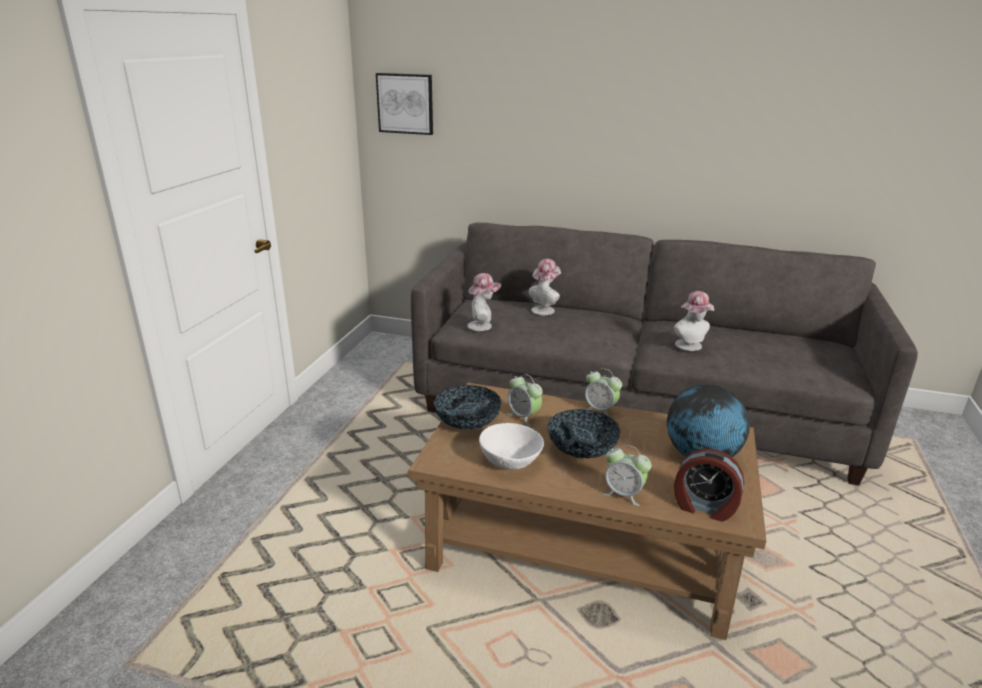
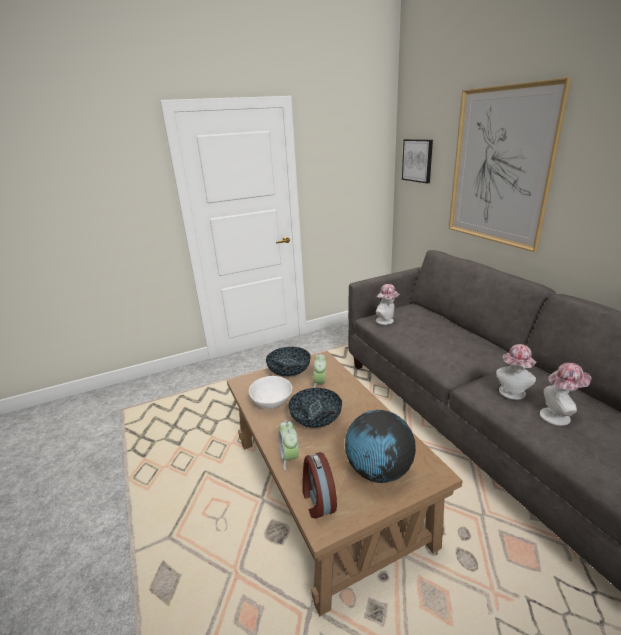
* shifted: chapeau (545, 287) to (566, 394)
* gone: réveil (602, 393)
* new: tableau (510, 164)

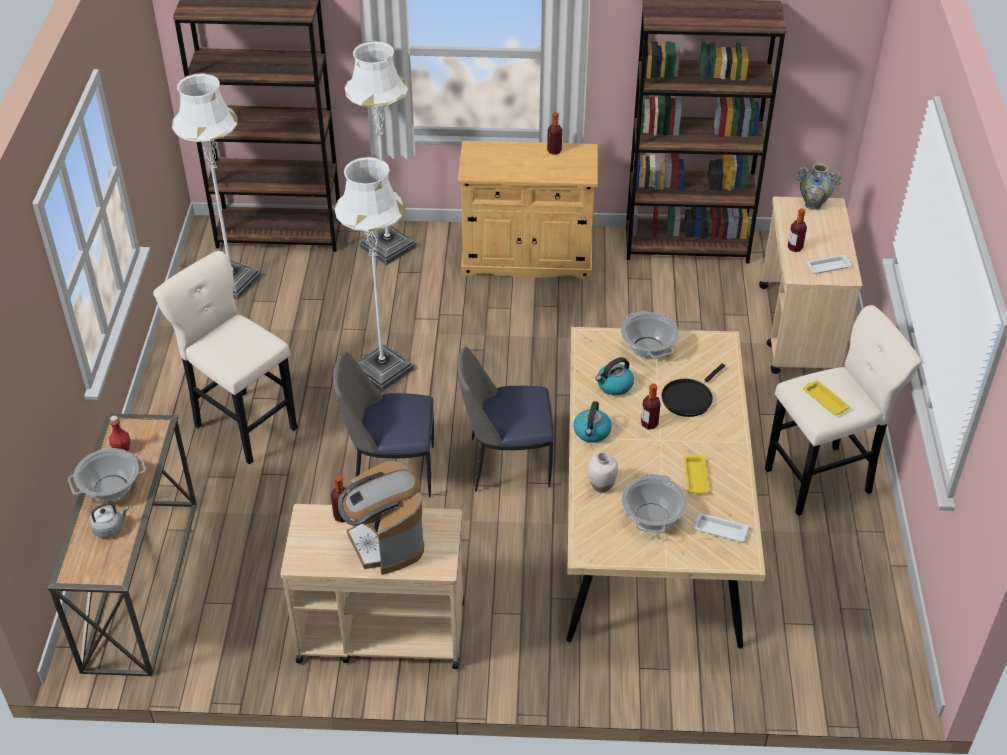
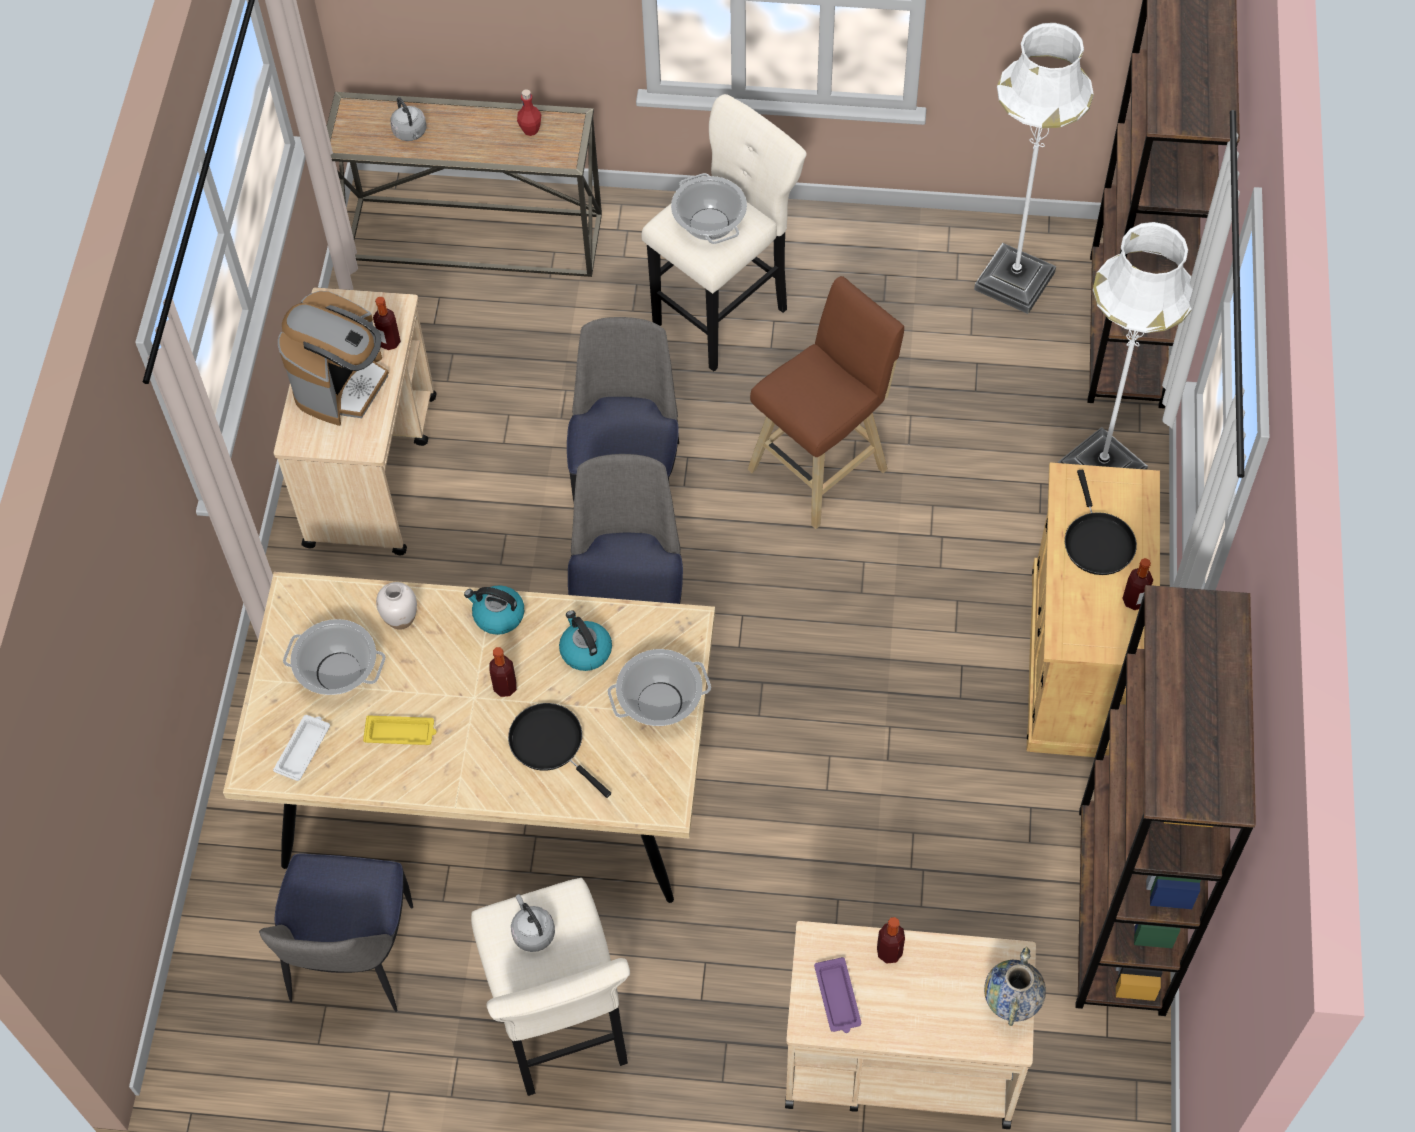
* shifted: marmite (107, 474) to (709, 208)
* swapped: lampadaire (blanc) (374, 274) to tabouret (marron) (825, 402)
* rotated: machine à café (381, 518) = (333, 358) 135 degrees clockwise
* swapped: plateau (jaune) (826, 398) to bouilloire (gris) (533, 923)
* repainted: plateau (blanc) (829, 264) to plateau (violet) (837, 995)
* new: chaise (336, 932)
* new: poêle (noir) (1101, 522)

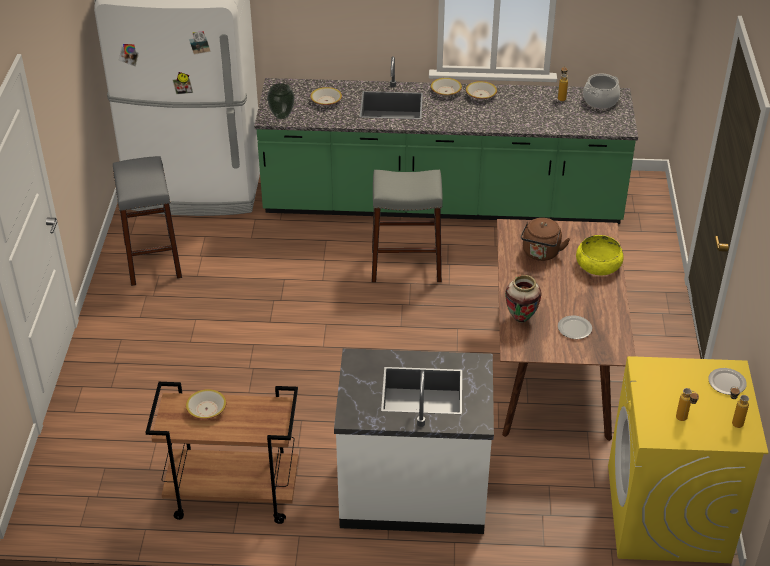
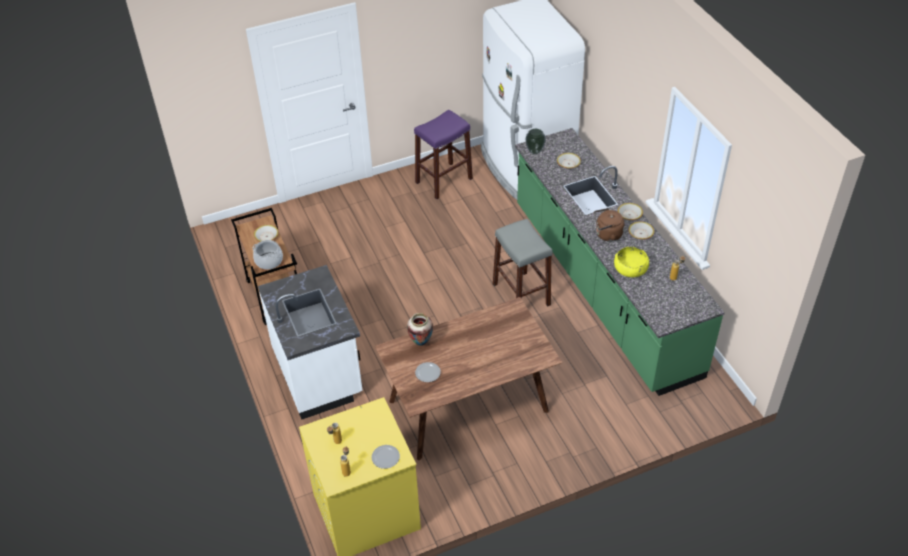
* repainted: tabouret (gris) (147, 221) to tabouret (violet) (443, 154)
* shifted: bouilloire (marron) (545, 239) to (609, 225)
* shifted: bol (jaune) (600, 255) to (631, 262)
* shifted: marmite (601, 91) to (267, 255)

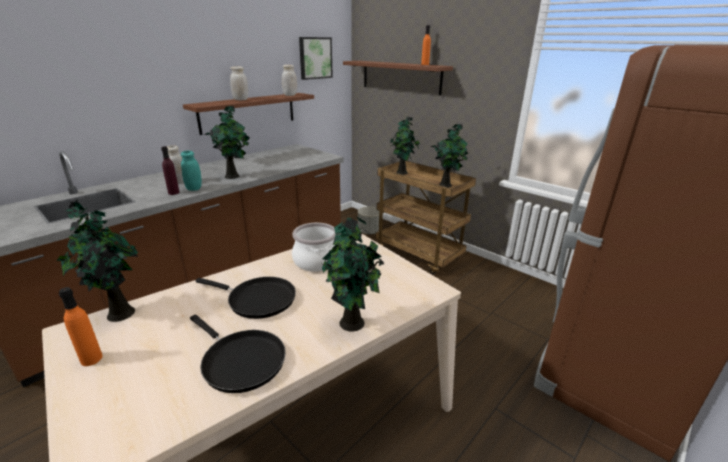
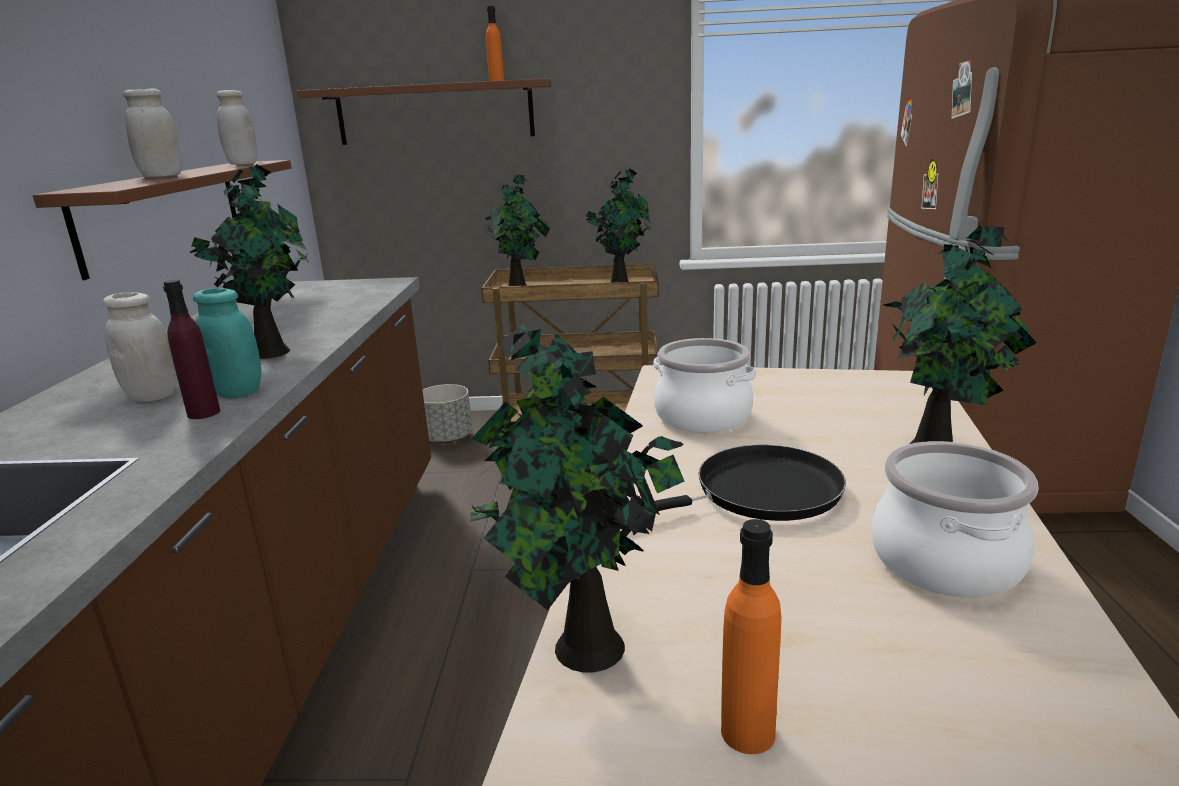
* swapped: poêle (noir) (238, 354) to marmite (955, 519)
* gone: tableau (316, 58)

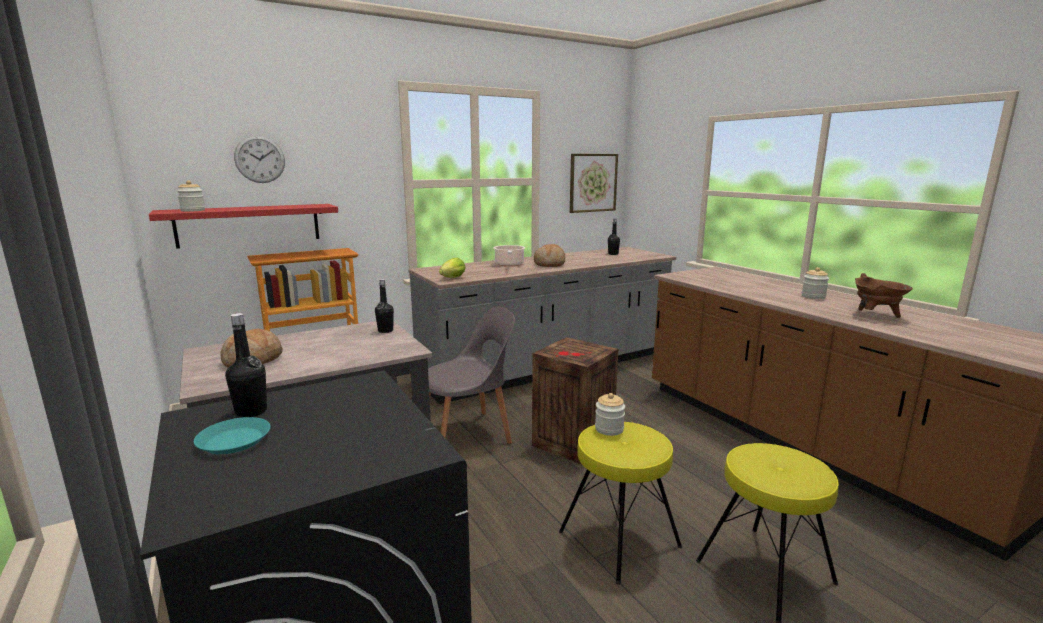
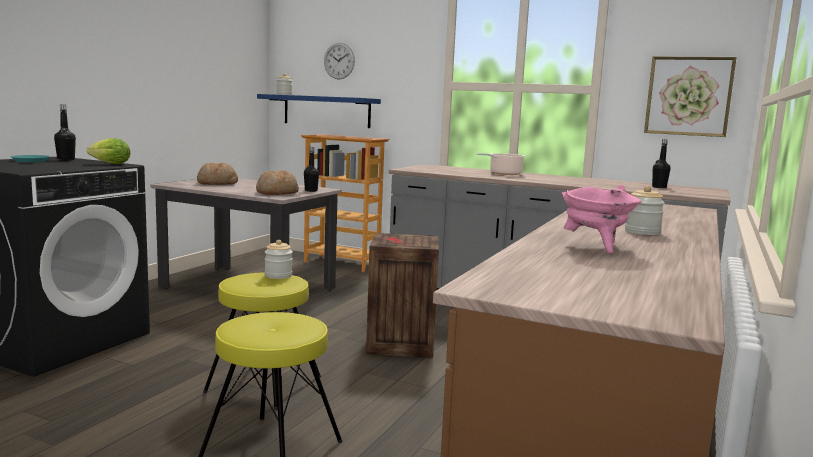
* repainted: étagère (rouge) (243, 226) to étagère (bleu) (319, 111)
* gone: chaise (gris) (471, 375)
* shifted: laitue (452, 268) to (109, 151)
* shifted: pain (549, 255) to (277, 182)
* repainted: marmite (marron) (884, 295) to marmite (rose) (601, 219)

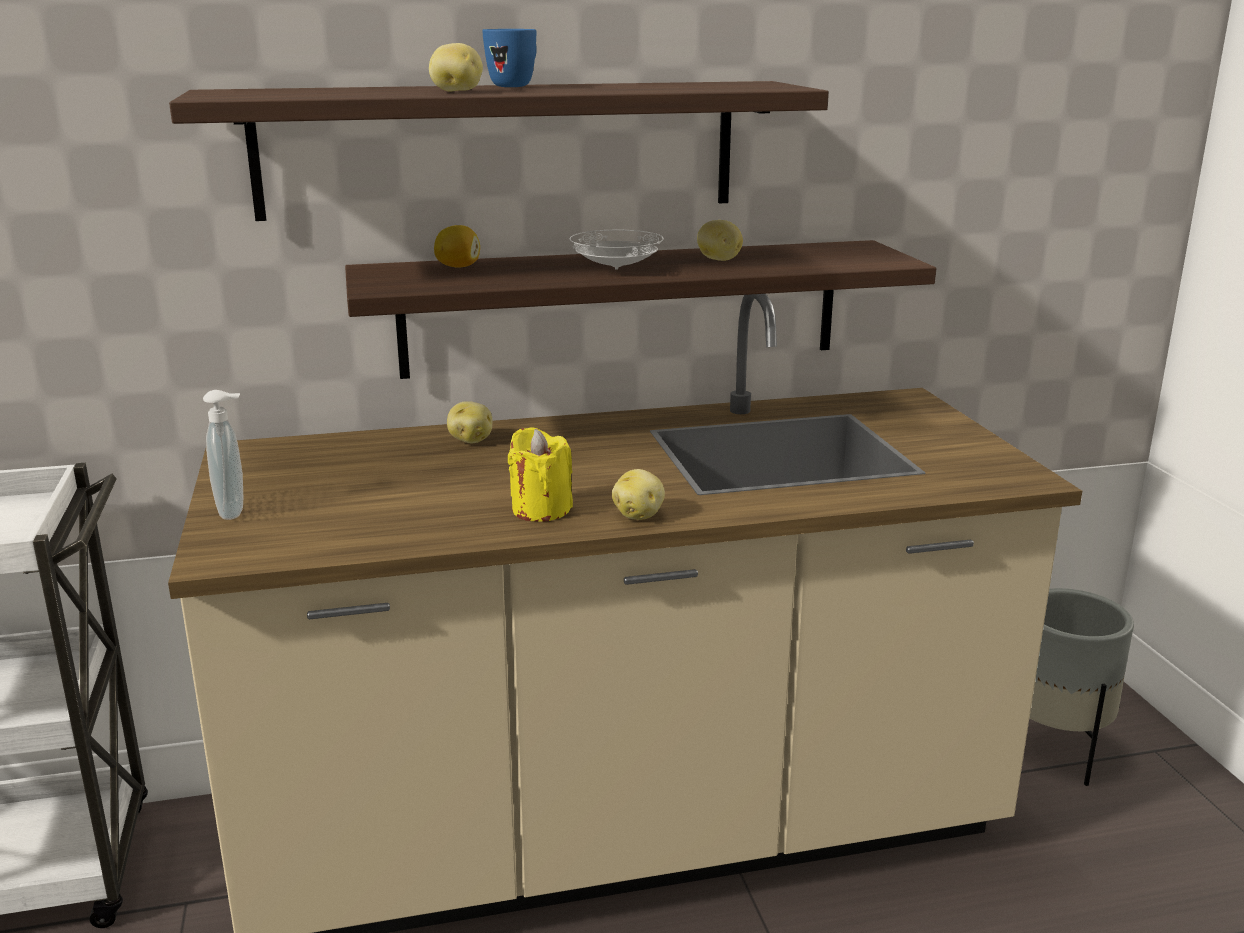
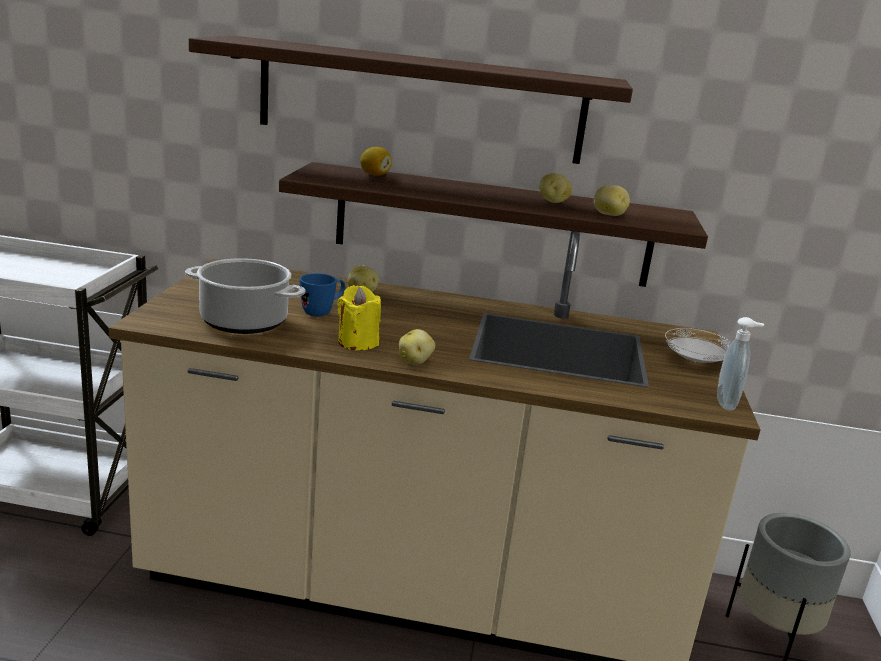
* shifted: distributeur de savon (223, 455) to (740, 364)
* shifted: pomme de terre (456, 67) to (612, 200)
* shifted: mug (bleu) (509, 58) to (322, 294)
* shifted: assiette (blanc) (616, 250) to (698, 345)
* new: marmite (245, 296)

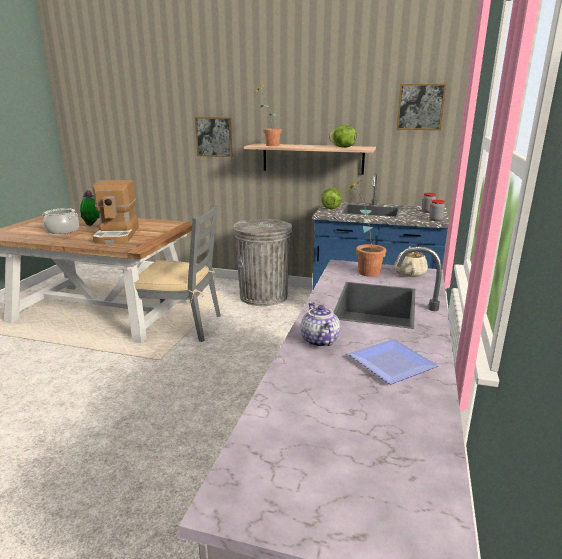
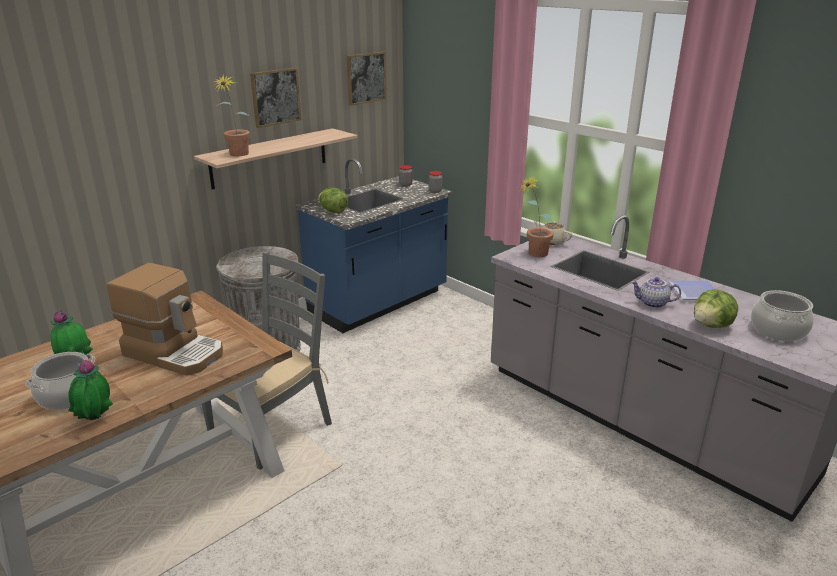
* shifted: tableau (214, 137) to (275, 98)
* shifted: laitue (343, 136) to (716, 308)
* new: plante en pot (90, 390)
* new: marmite (782, 315)

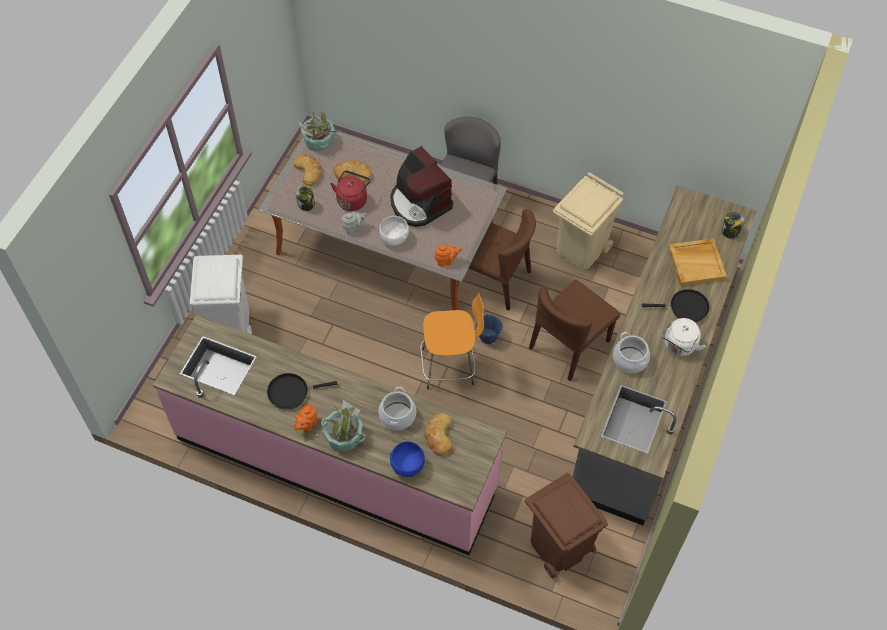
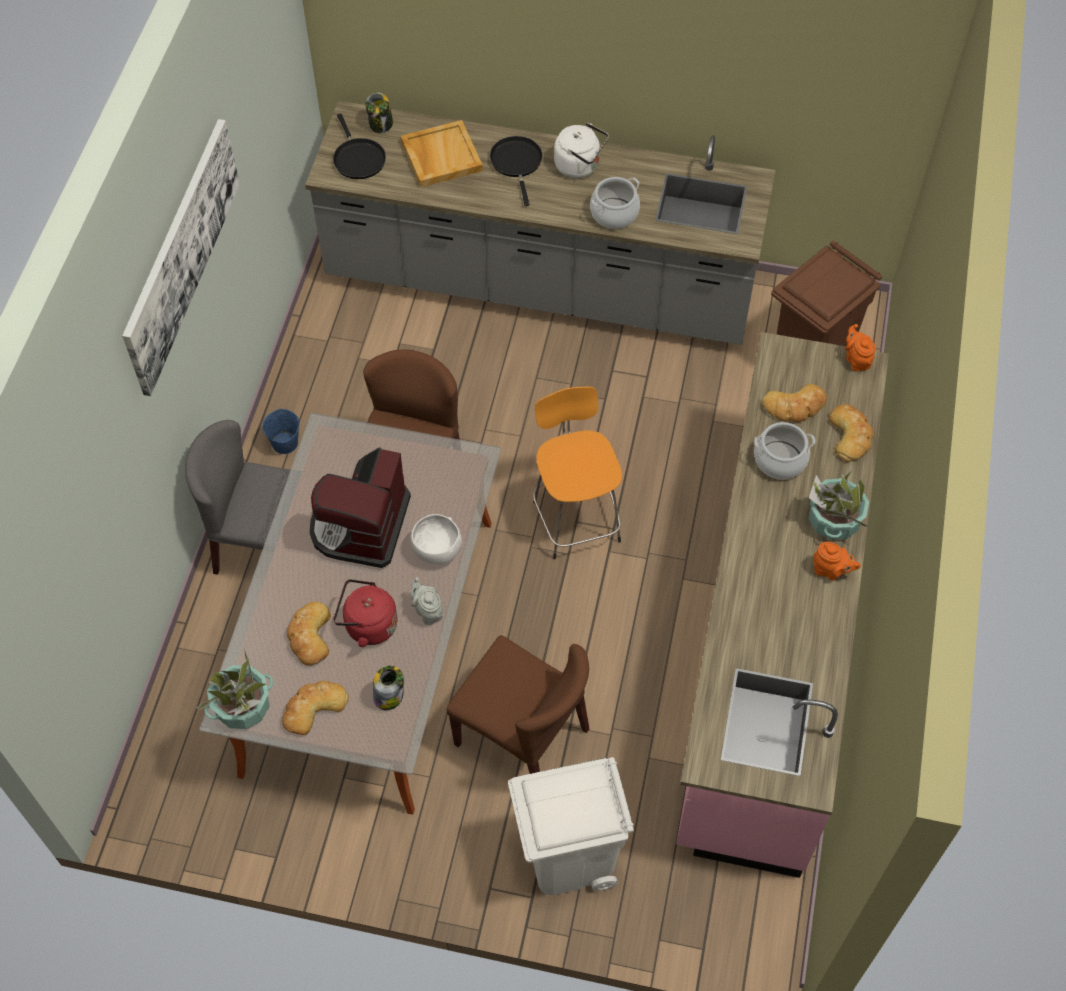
* shifted: poêle (noir) (302, 391) to (359, 146)
* rotated: machine à café (421, 186) = (360, 507) 150 degrees clockwise
* swapped: bol (bleu) (407, 459) to pain (851, 433)
* shifted: théière (orange) (448, 255) to (860, 347)
* shifted: seau (bleu) (489, 329) to (281, 431)
* shifted: chaise (marron) (574, 330) to (518, 704)
* gone: poubelle (beige) (588, 220)
* new: tableau (181, 257)

